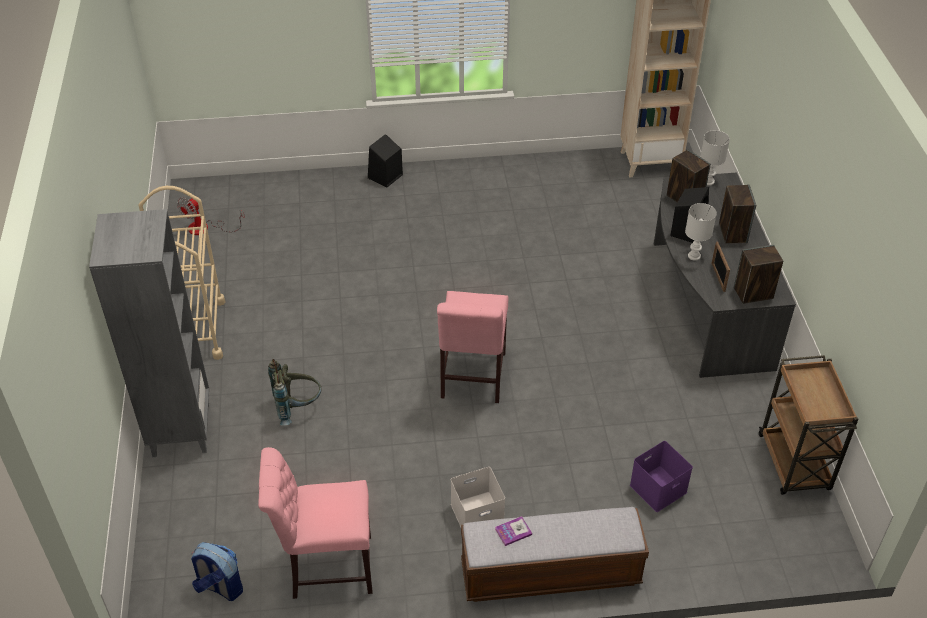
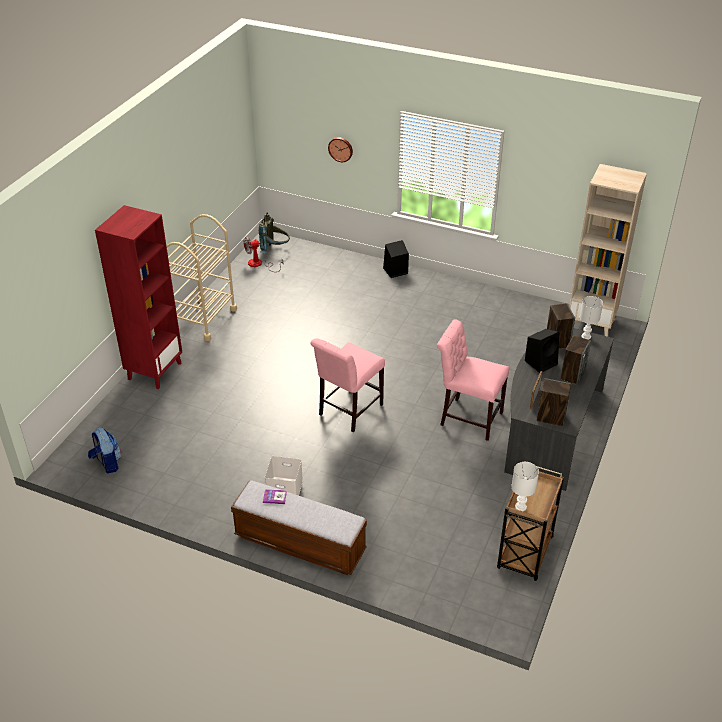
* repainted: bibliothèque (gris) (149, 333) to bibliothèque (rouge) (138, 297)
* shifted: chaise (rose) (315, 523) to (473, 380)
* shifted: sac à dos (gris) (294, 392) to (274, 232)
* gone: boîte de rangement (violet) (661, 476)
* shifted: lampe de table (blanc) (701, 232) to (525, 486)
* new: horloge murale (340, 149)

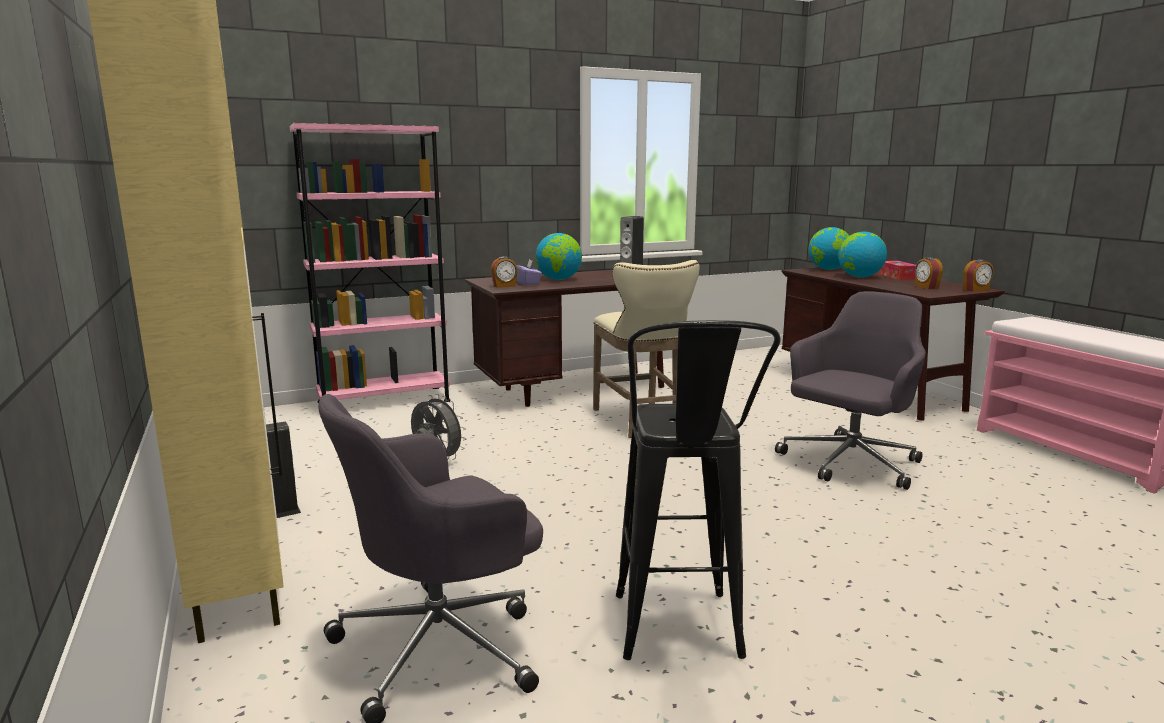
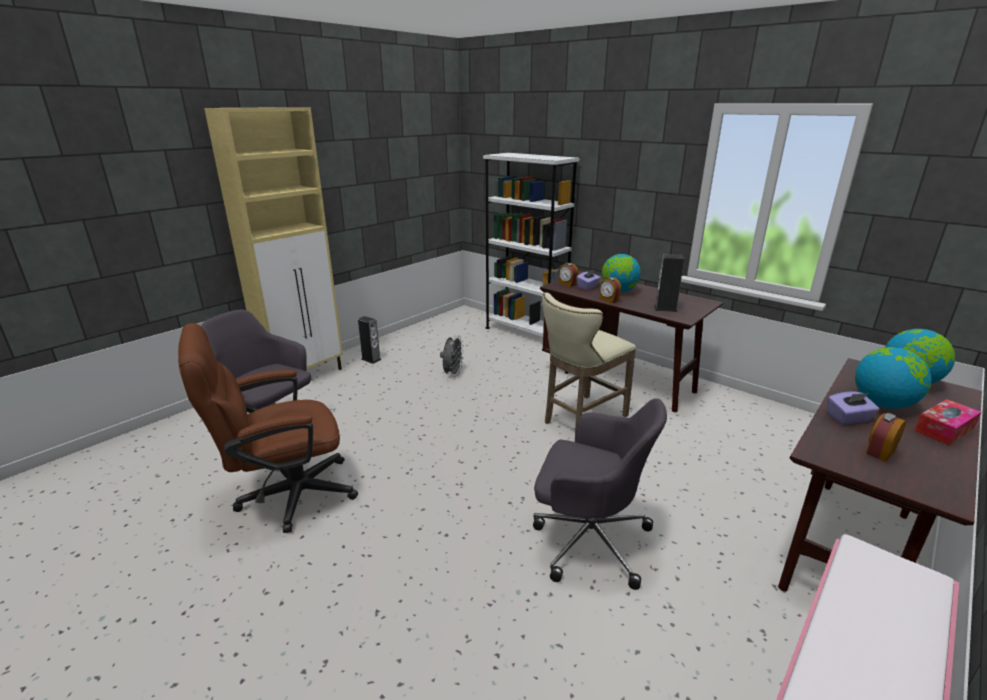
* repainted: bibliothèque (rose) (370, 263) to bibliothèque (blanc) (531, 245)
* swapped: tabouret (noir) (698, 490) to chaise de bureau (marron) (268, 428)
* shifted: réveil (978, 275) to (610, 290)
* new: boîte à mouchoirs (violet) (853, 408)

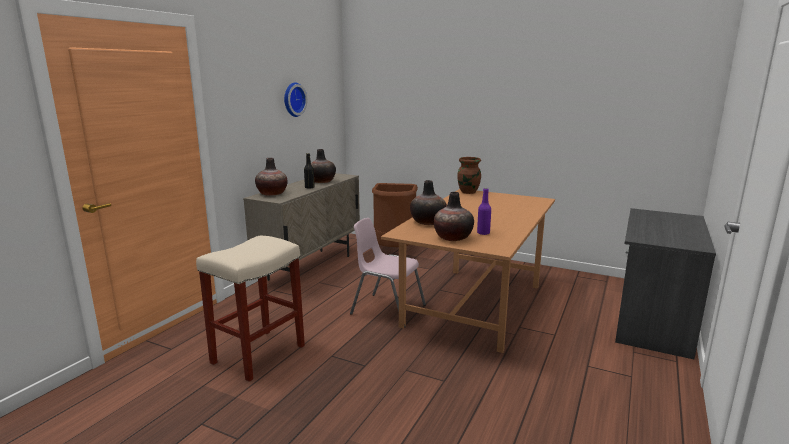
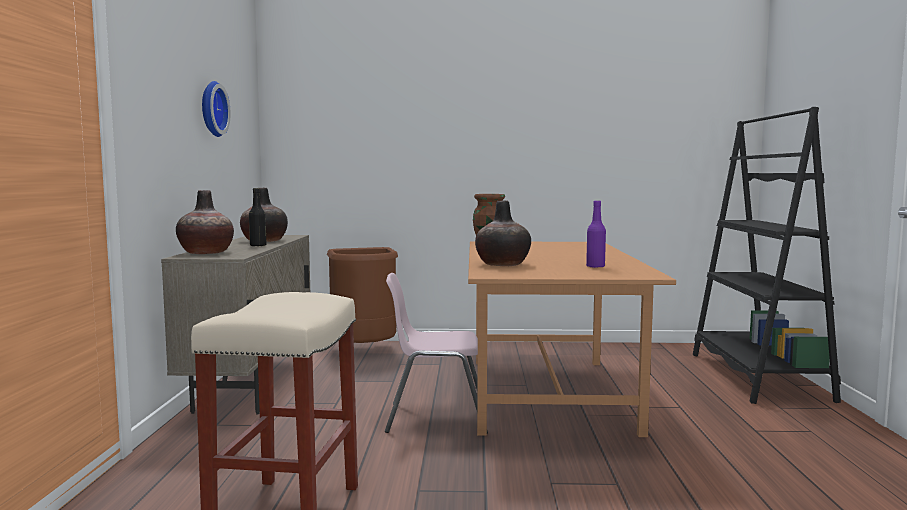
* gone: vase (454, 216)
* swapped: bureau (gris) (665, 283) to bibliothèque (noir) (767, 255)

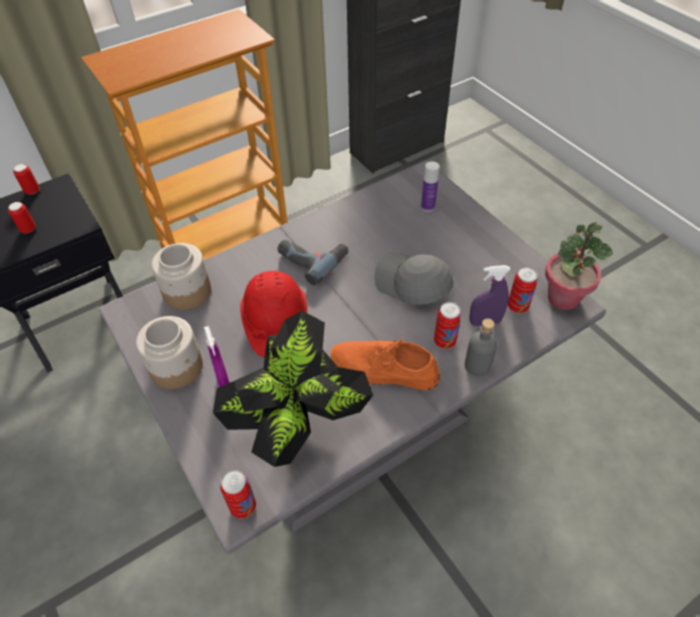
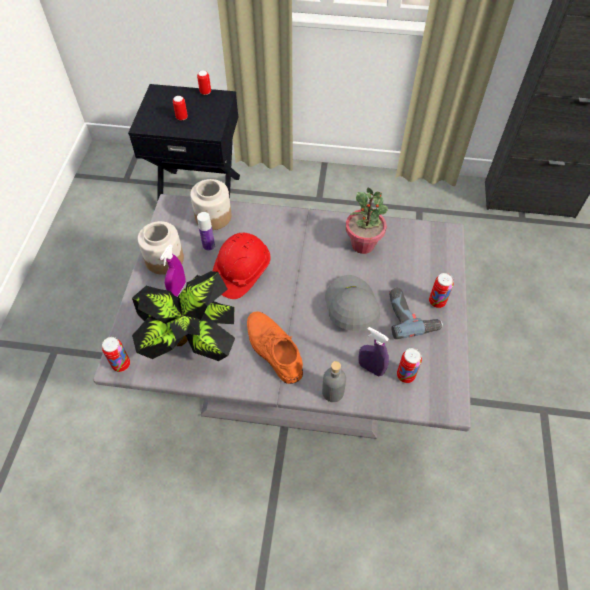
* gone: bibliothèque (184, 134)
* shifted: perceuse (312, 263) to (416, 313)
* shifted: bouteille (430, 186) to (206, 231)
* shifted: boîte métallique (447, 325) to (441, 290)
* shifted: plante en pot (579, 266) to (367, 221)

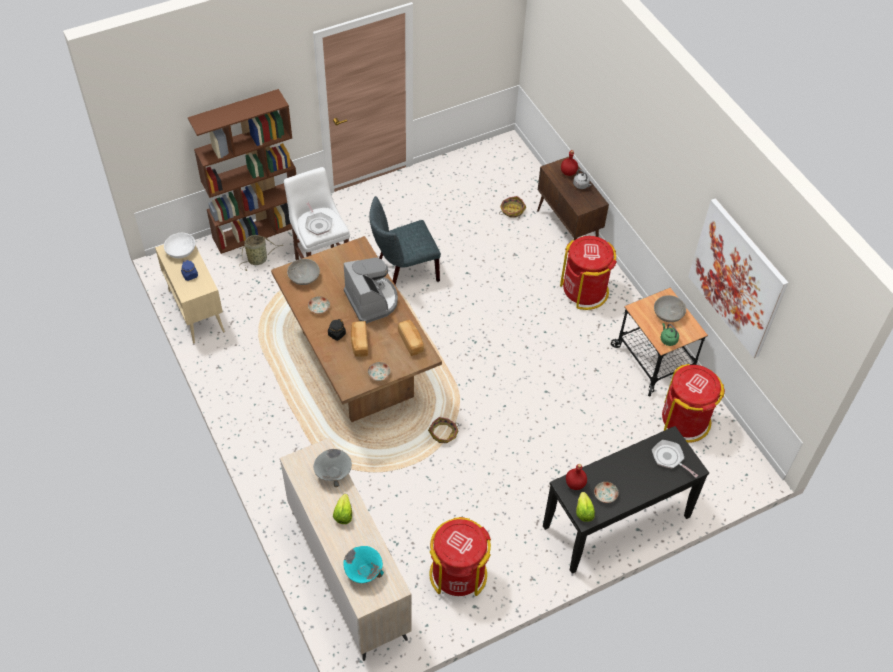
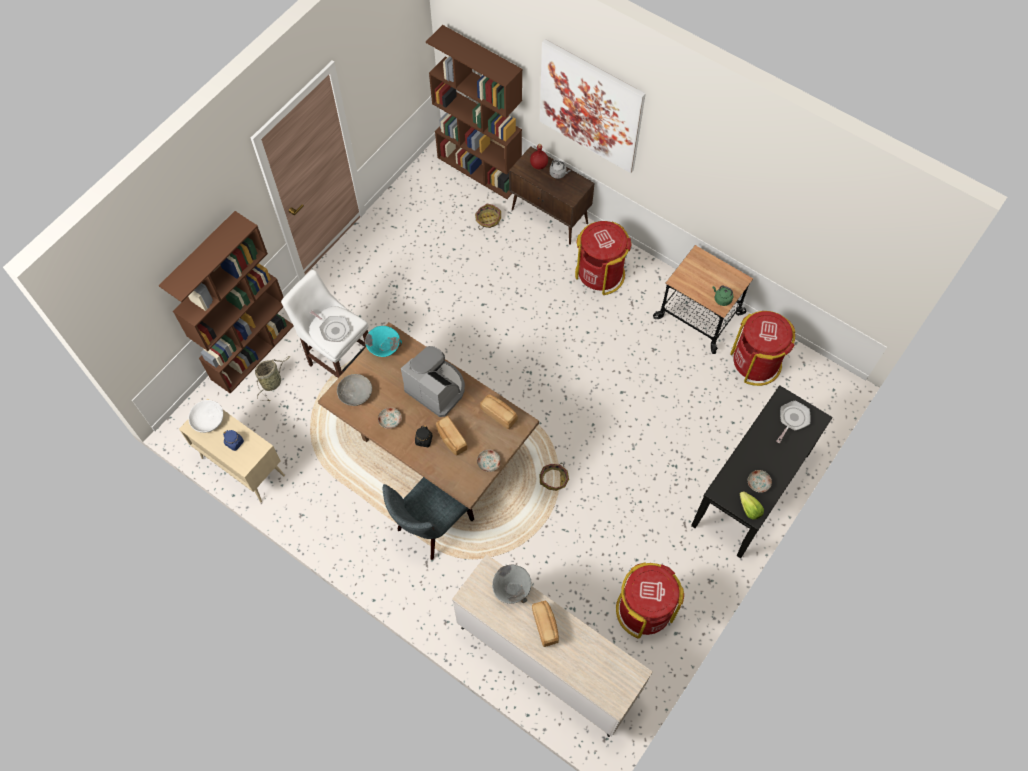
* swapped: laitue (342, 509) to pain (545, 623)
* shifted: bol (turquoise) (363, 564) to (383, 341)
* shifted: chaise (gris) (405, 240) to (428, 518)
* gone: bouteille (rouge) (576, 477)
* rotated: poêle (675, 459) = (793, 422) 105 degrees clockwise
* gone: bol (gris) (670, 308)
* shifted: tableau (738, 278) to (593, 106)
* new: bibliothèque (marron) (474, 112)

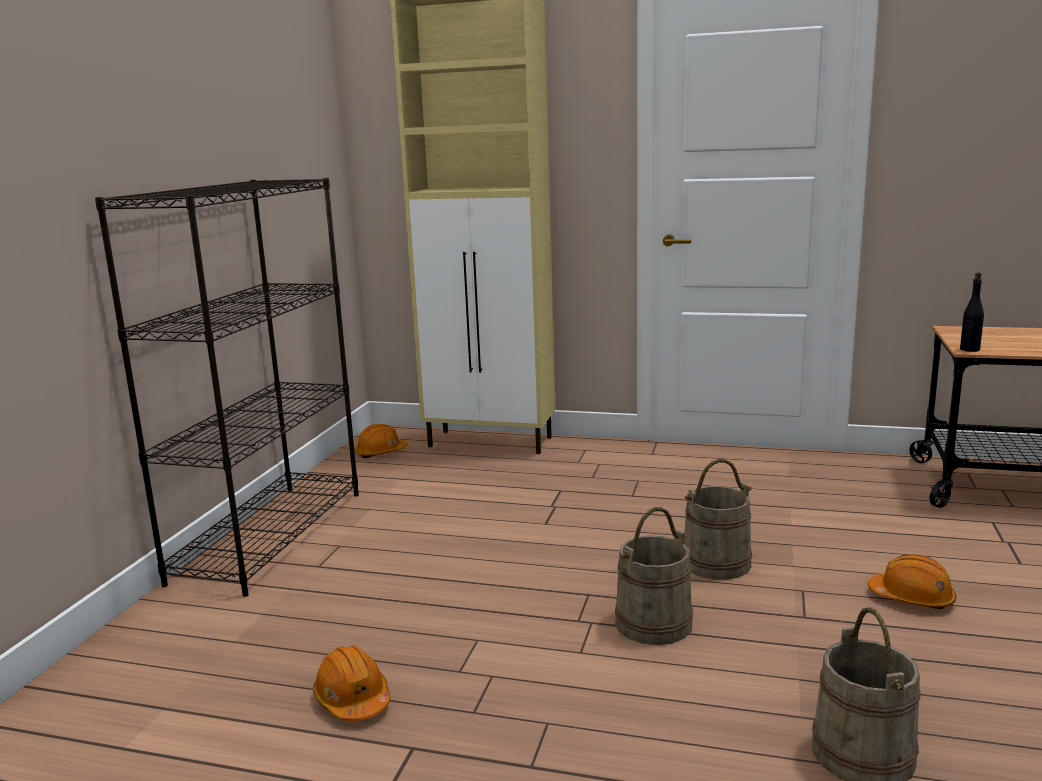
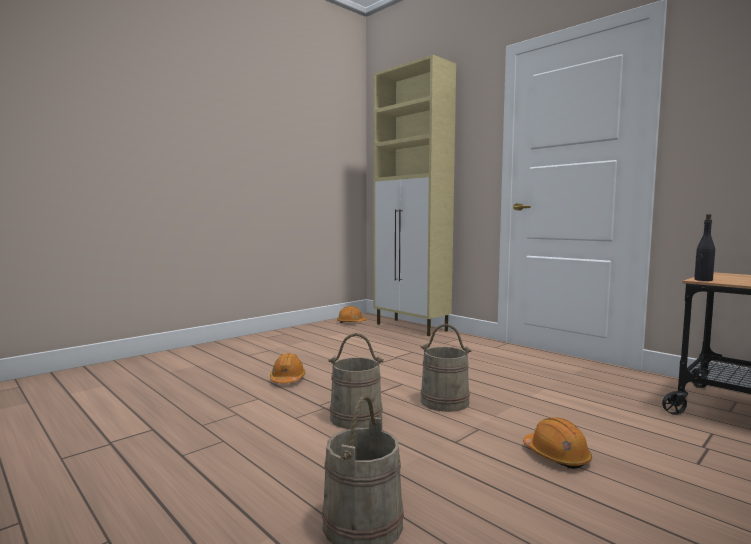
* gone: bibliothèque (noir) (227, 387)
* shifted: casque de chantier (orange) (352, 683) to (287, 368)

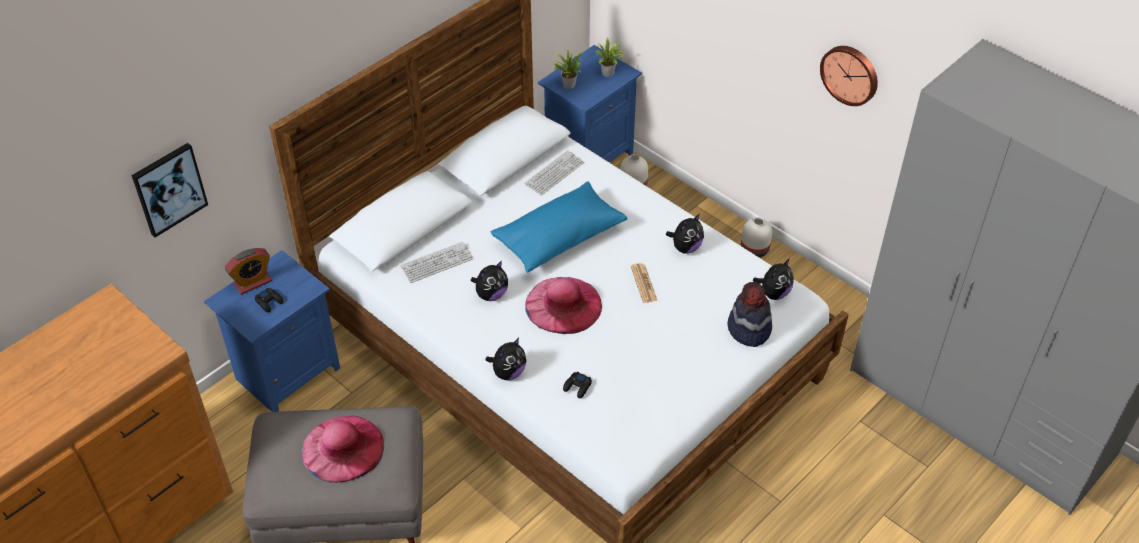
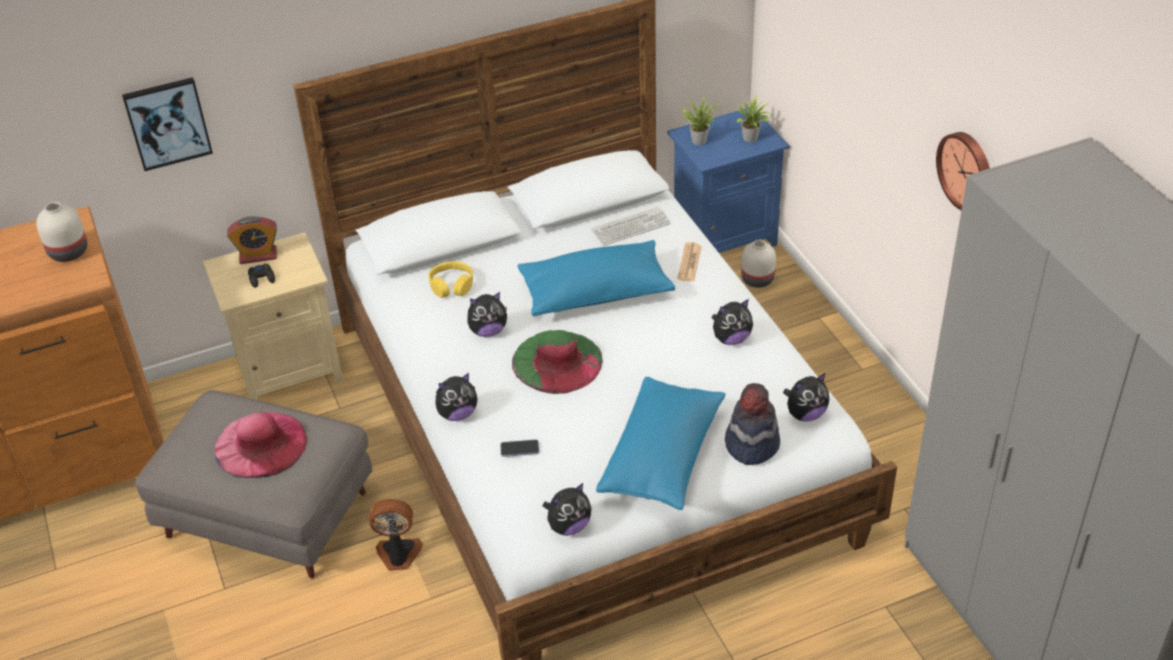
* repainted: table de chevet (bleu) (272, 331) to table de chevet (beige) (273, 316)
* swapped: clavier (436, 262) to casque audio (jaune) (451, 279)
* repainted: chapeau (rose) (563, 305) to chapeau (vert) (557, 362)
* swapped: manette (noir) (577, 385) to téléphone (519, 448)
* shifted: journal (644, 283) to (689, 261)
* shifted: vase (blanc) (756, 237) to (61, 232)
* new: ventilateur (396, 535)
* new: peluche (567, 509)
* new: coussin (bleu) (661, 443)

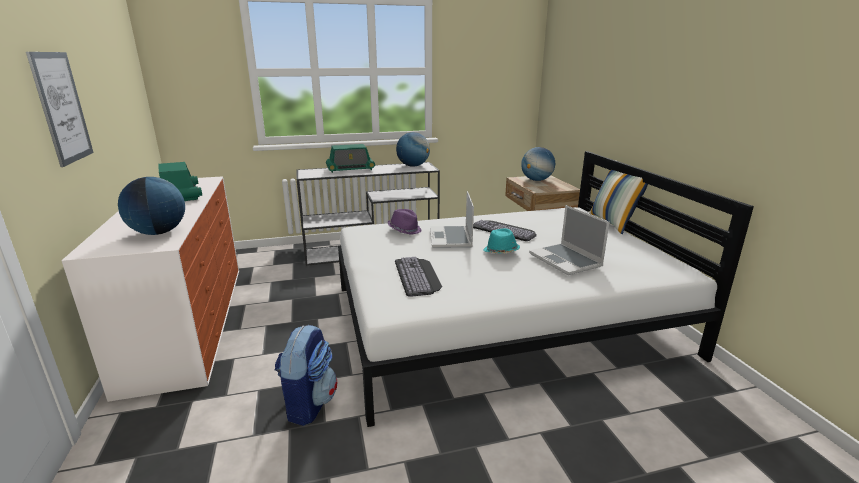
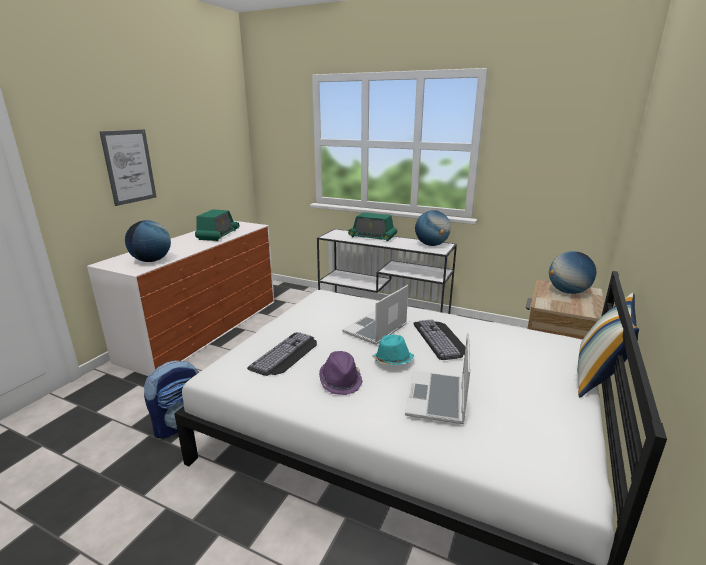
* shifted: chapeau (violet) (405, 222) to (341, 373)

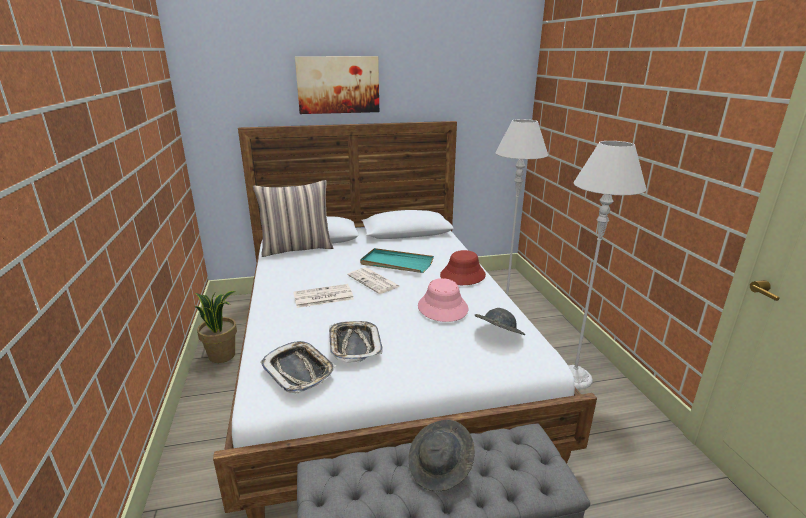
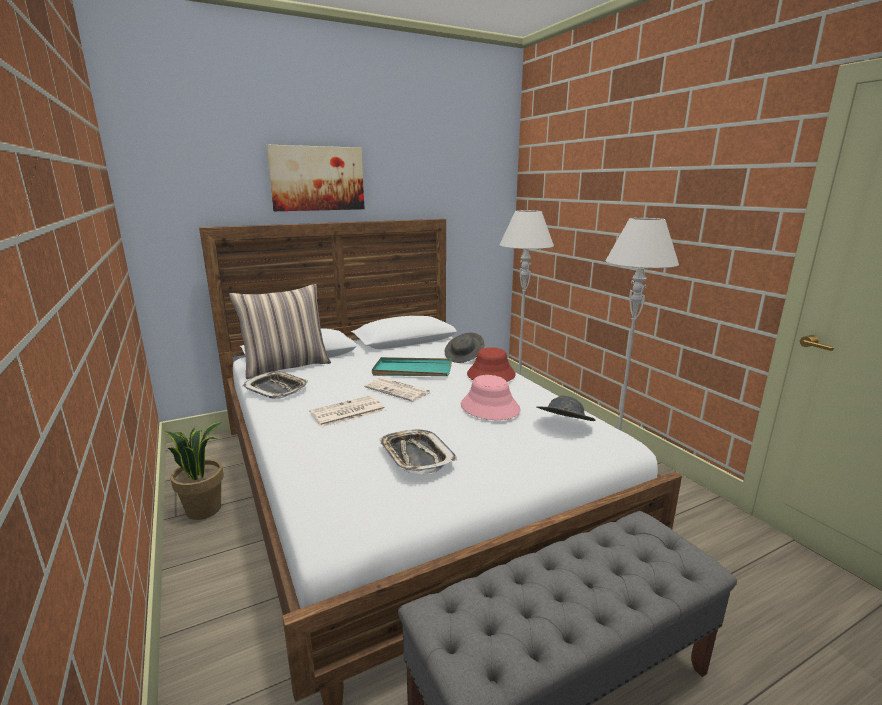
* shifted: plateau (298, 367) to (276, 385)
* shifted: chapeau (gris) (441, 455) to (464, 347)

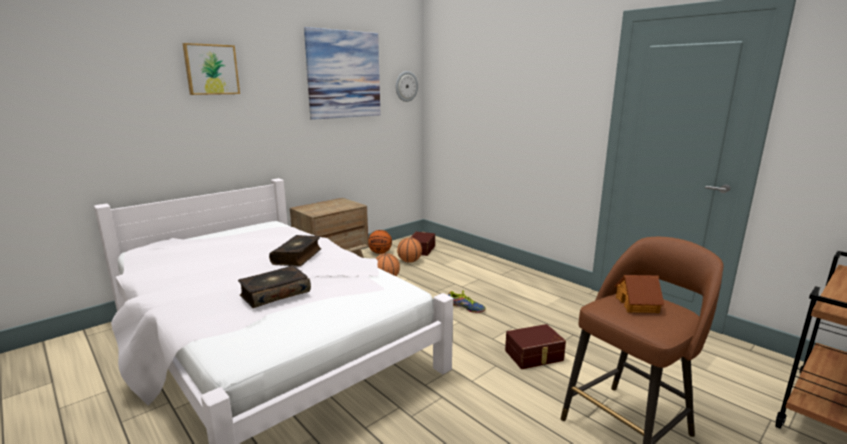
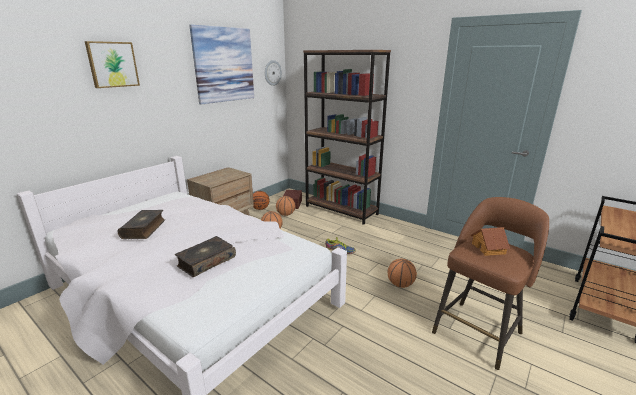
* shifted: livre (295, 250) to (141, 224)
* swapped: boîte de rangement (marron) (535, 346) to ballon de basket (402, 273)
* new: bibliothèque (marron) (347, 137)

